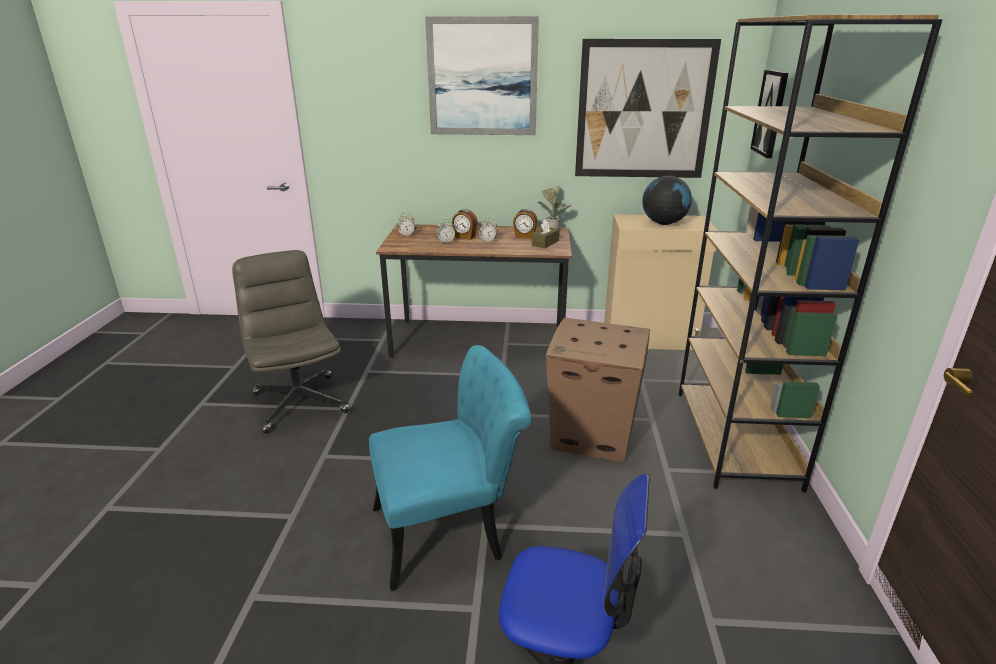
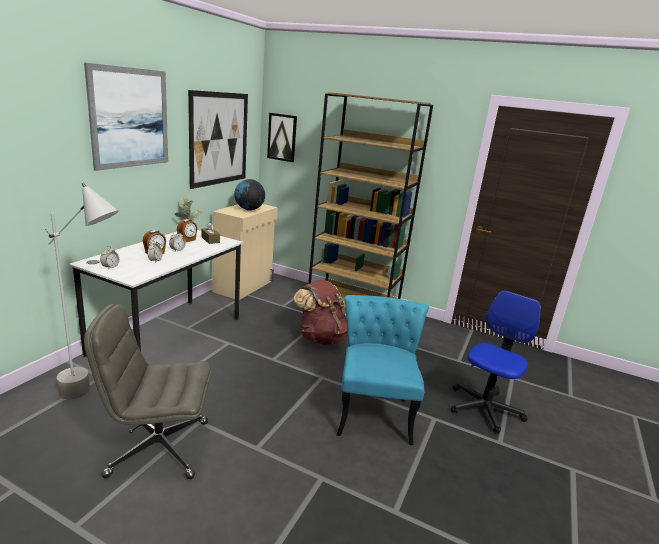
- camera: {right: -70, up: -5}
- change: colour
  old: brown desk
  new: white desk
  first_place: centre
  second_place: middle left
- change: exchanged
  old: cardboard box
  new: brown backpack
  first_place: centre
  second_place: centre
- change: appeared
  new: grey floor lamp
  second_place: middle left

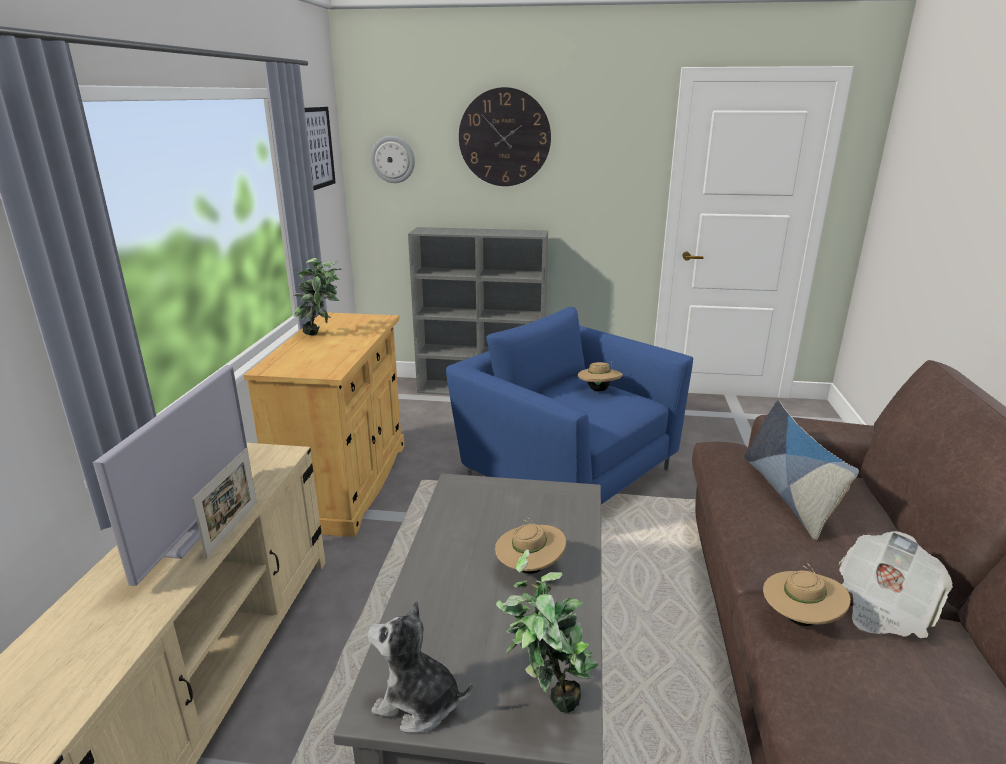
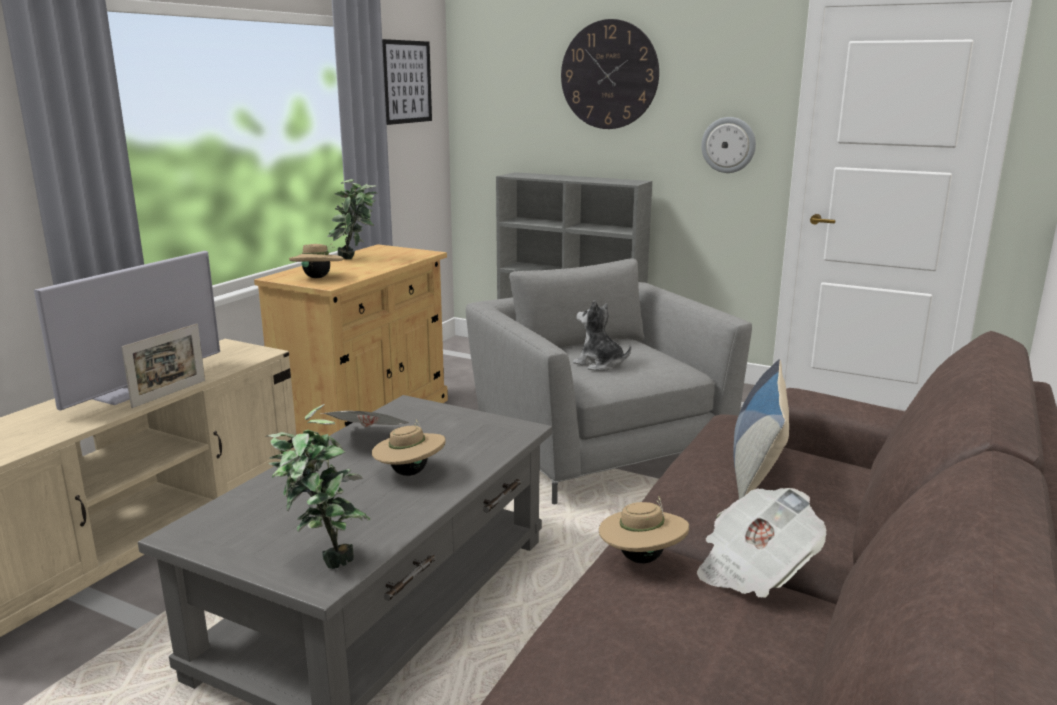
- camera: {right: 20, up: -5}
- change: relocated
  old: plush toy
  first_place: bottom centre
  second_place: centre
- change: relocated
  old: wall clock (no. 1 from left in the first image)
  new: wall clock (no. 2 from left)
  first_place: top centre
  second_place: top right
- change: colour
  old: blue armchair
  new: grey armchair
  first_place: centre
  second_place: centre
- change: relocated
  old: beige hat (no. 2 from left in the first image)
  new: beige hat (no. 1 from left)
  first_place: centre
  second_place: middle left
- change: appeared
  new: newspaper (no. 1 from left)
  second_place: centre

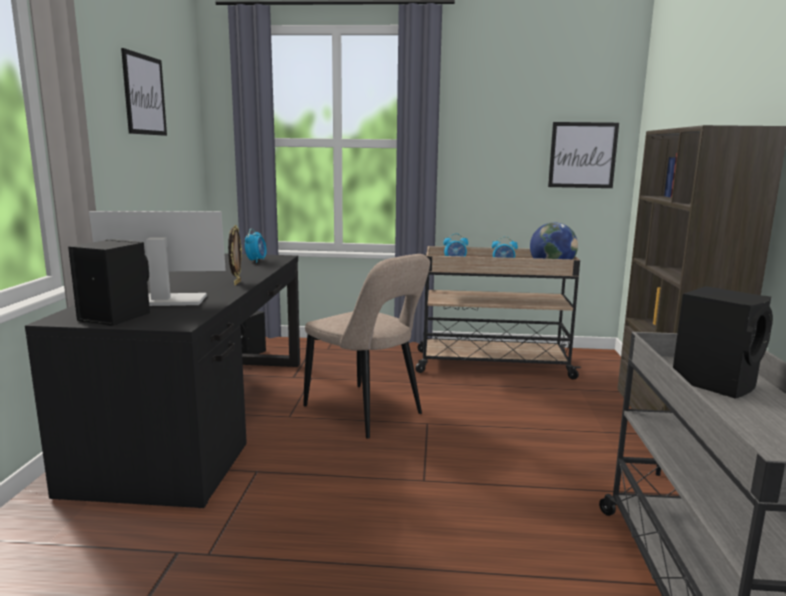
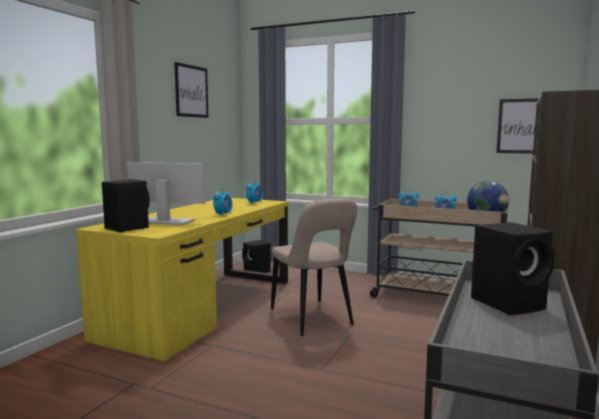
- camera: {right: 20, up: -5}
- change: colour
  old: black desk
  new: yellow desk
  first_place: middle left
  second_place: middle left
- change: exchanged
  old: picture frame
  new: alarm clock (no. 1 from left)
  first_place: middle left
  second_place: centre

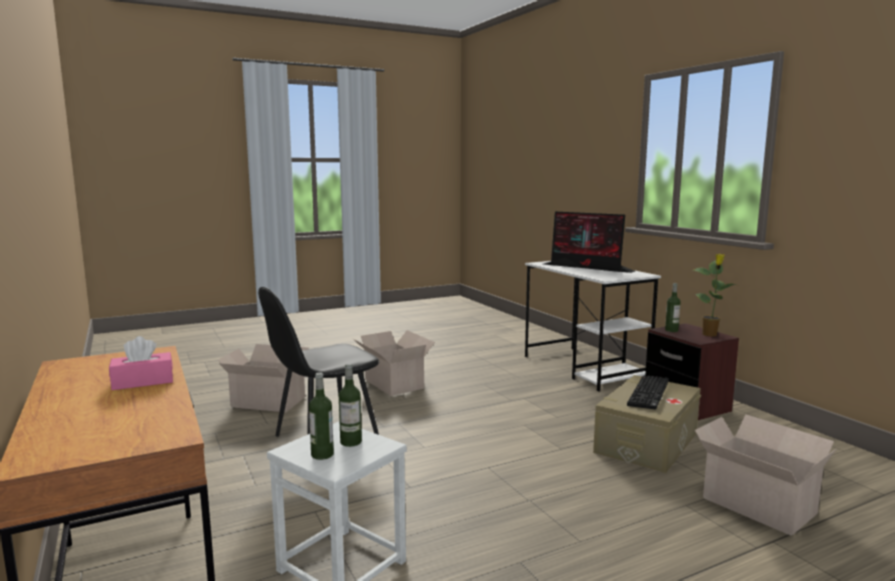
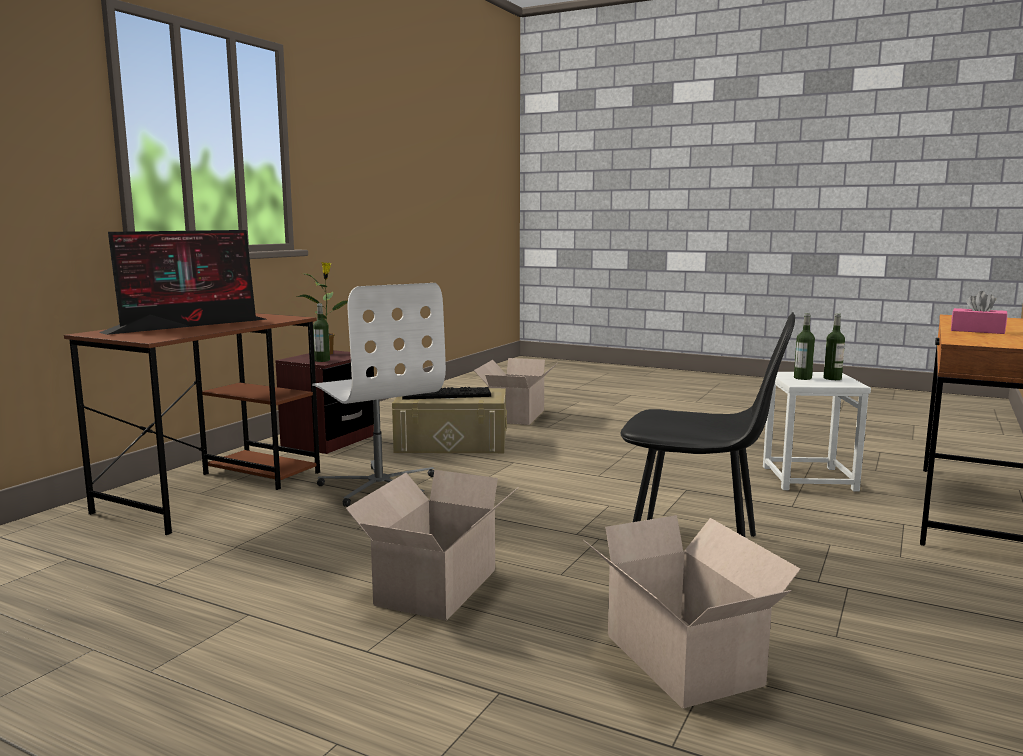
- camera: {right: -125, up: 0}
- change: colour
  old: white desk
  new: brown desk (no. 1 from left)
  first_place: centre
  second_place: middle left
- change: spun
  old: monitor
  first_place: centre
  second_place: middle left
  degrees: 45
- change: appeared
  new: white office chair
  second_place: centre

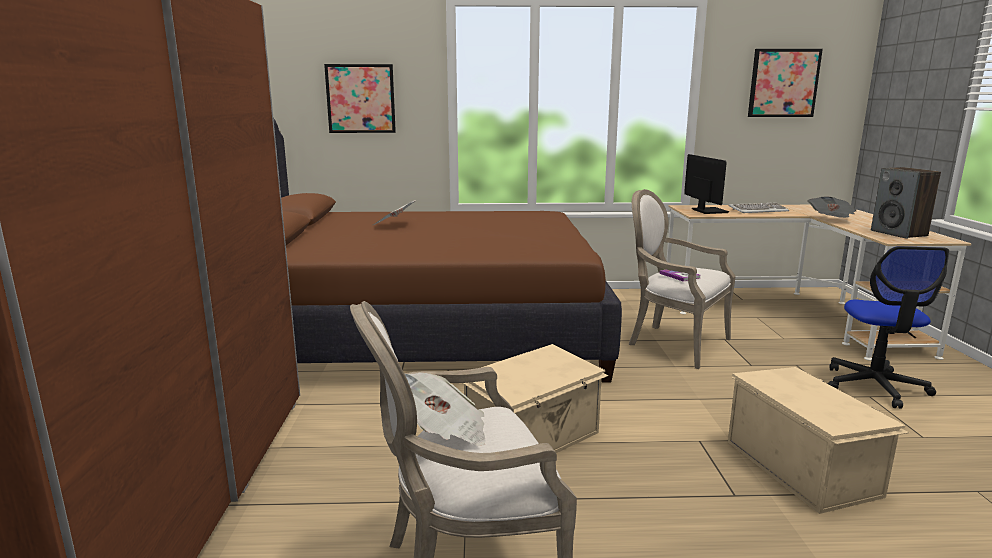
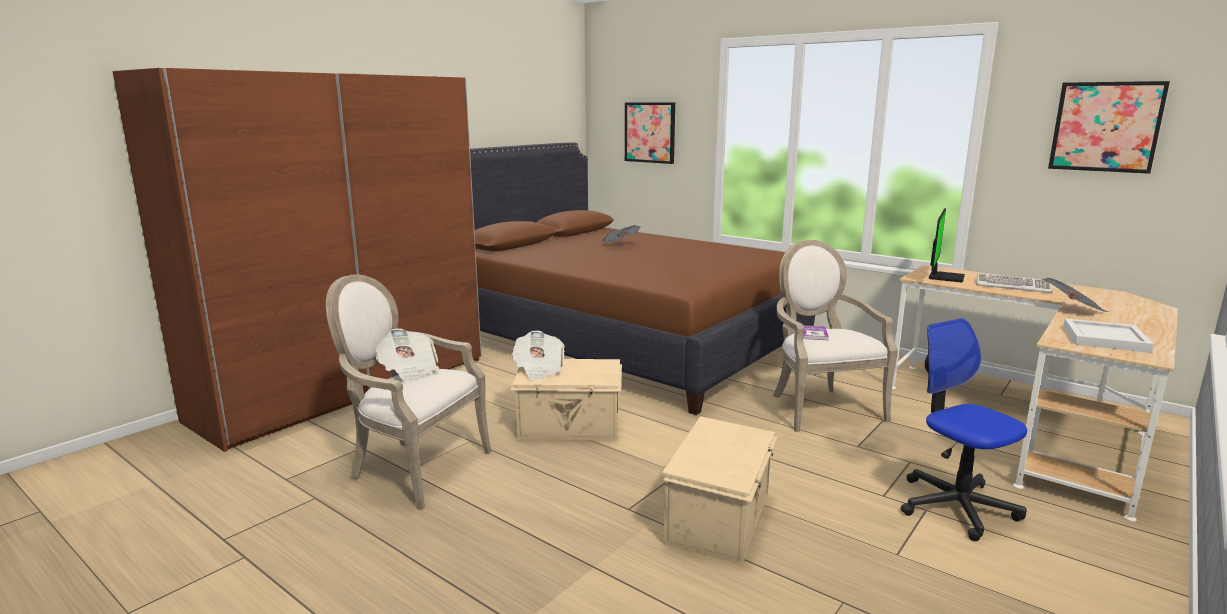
- camera: {right: 40, up: 0}
- change: spun
  old: office chair
  first_place: middle right
  second_place: bottom right
  degrees: 105
- change: exchanged
  old: speaker
  new: white tray
  first_place: middle right
  second_place: middle right
- change: appeared
  new: newspaper (no. 2 from left)
  second_place: centre

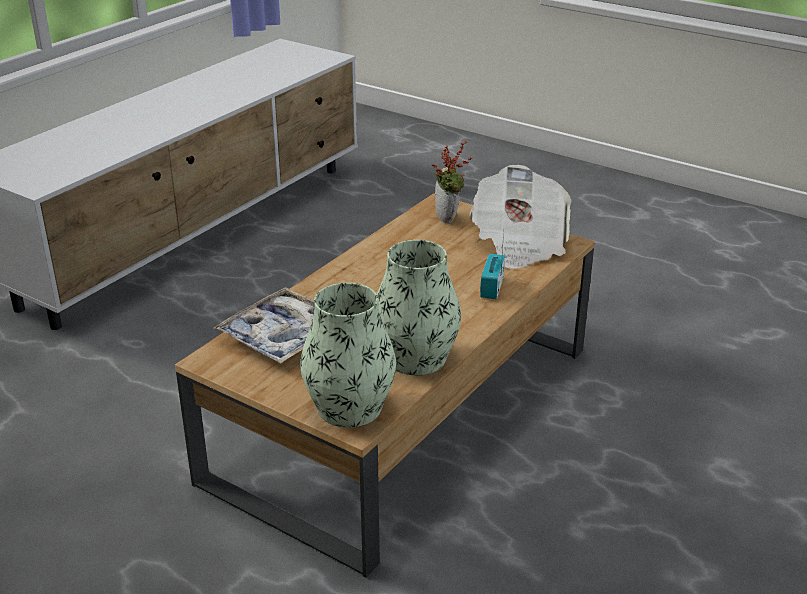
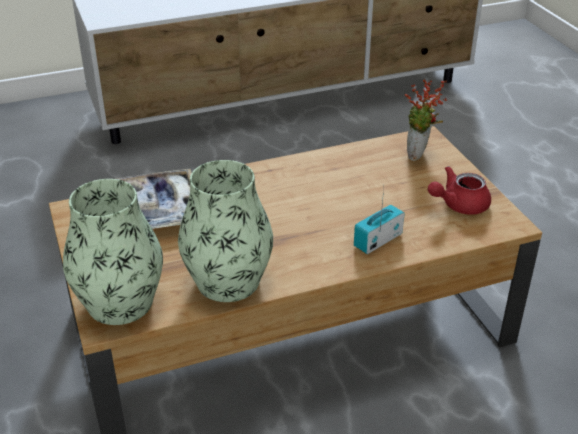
- camera: {right: 35, up: 5}
- change: exchanged
  old: newspaper
  new: red teapot
  first_place: centre
  second_place: middle right

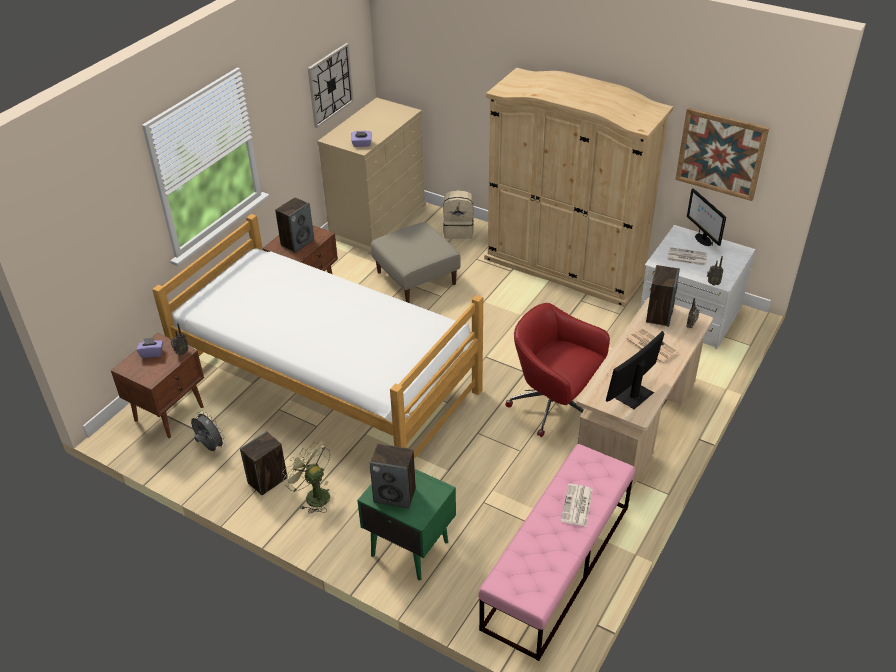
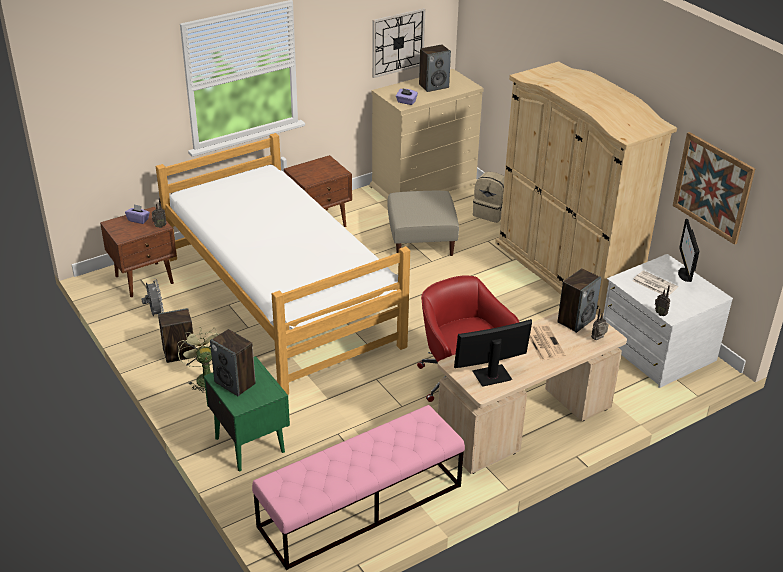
- camera: {right: 25, up: -5}
- change: relocated
  old: speaker (no. 2 from left in the first image)
  new: speaker (no. 3 from left)
  first_place: middle left
  second_place: top centre
- change: missing
  old: newspaper (no. 1 from left)
  first_place: bottom centre

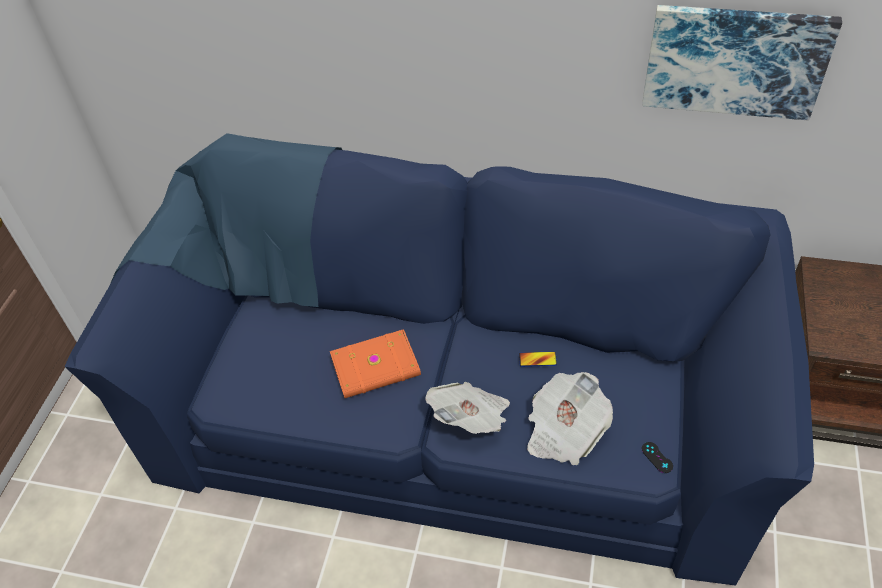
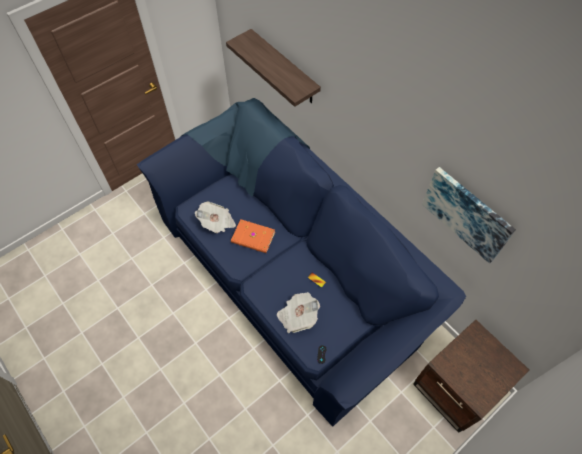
- camera: {right: 35, up: 10}
- change: relocated
  old: newspaper (no. 1 from left)
  first_place: bottom centre
  second_place: centre
- change: appeared
  new: shelf
  second_place: top centre

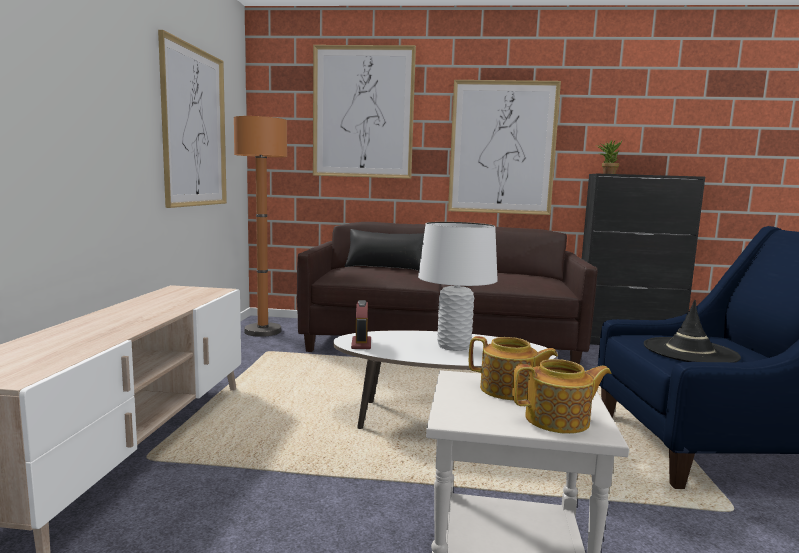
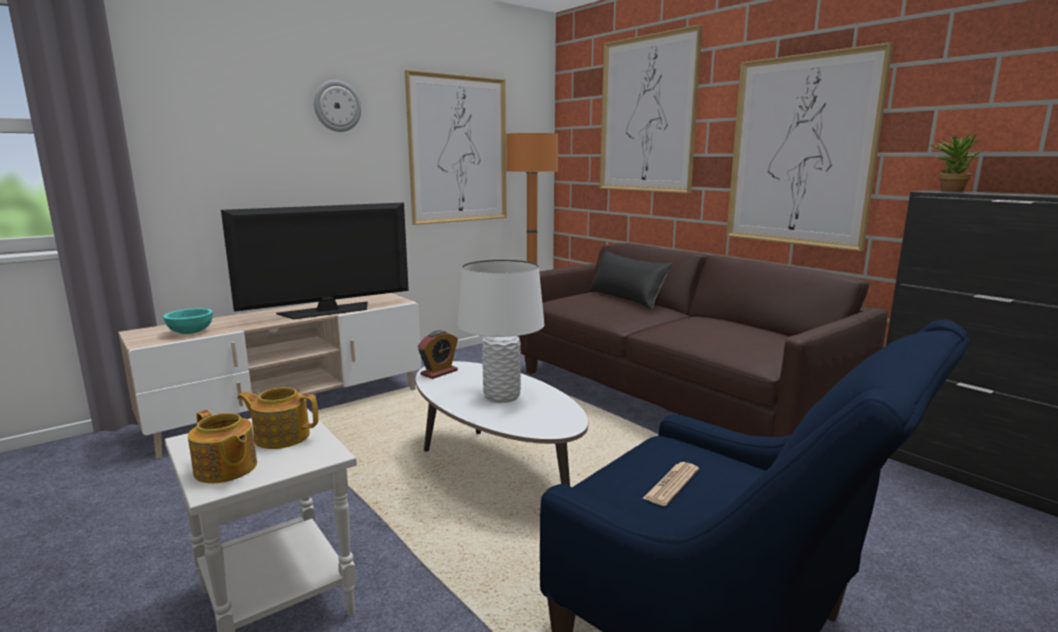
- camera: {right: 45, up: 5}
- change: spun
  old: teapot (no. 1 from left in the first image)
  first_place: centre
  second_place: middle left
  degrees: 120
- change: exchanged
  old: black hat
  new: newspaper
  first_place: middle right
  second_place: bottom centre
- change: appeared
  new: turquoise bowl
  second_place: middle left
- change: appeared
  new: television
  second_place: middle left
- change: appeared
  new: wall clock
  second_place: top left

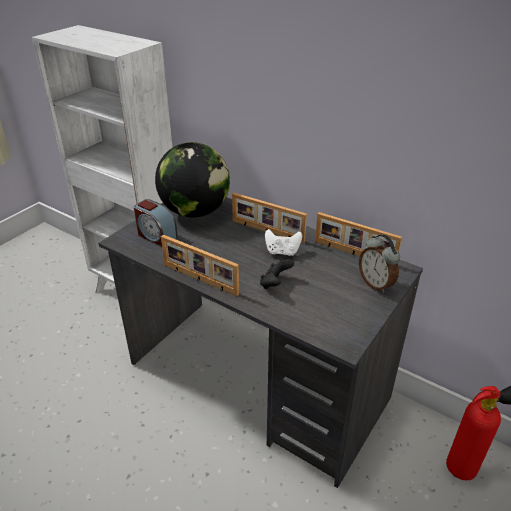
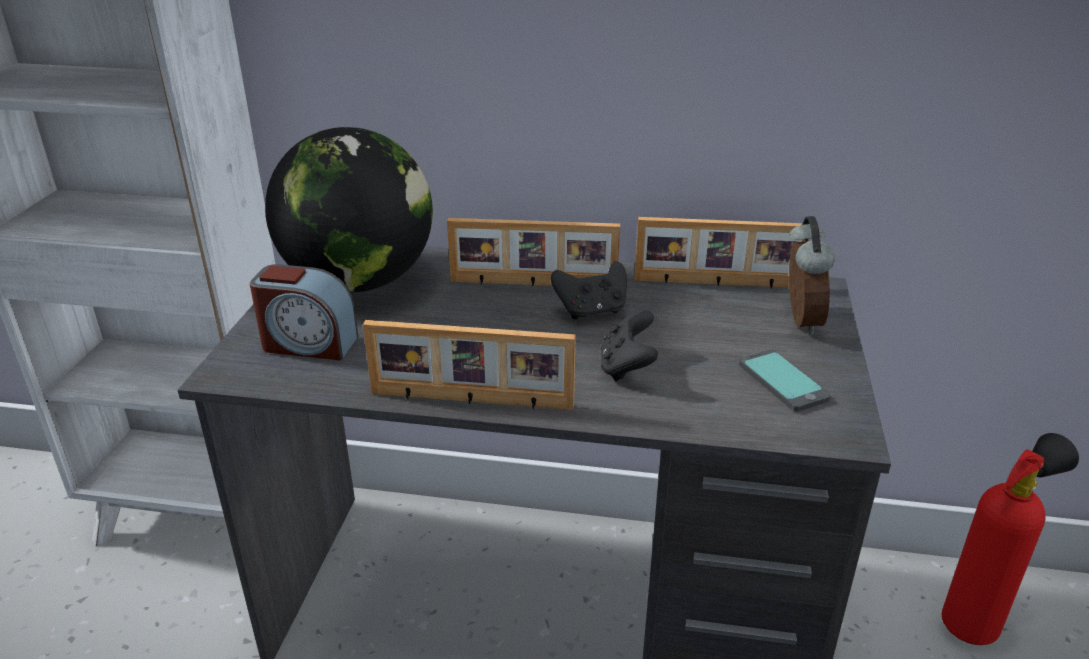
- camera: {right: -25, up: -5}
- change: colour
  old: white game controller
  new: black game controller (no. 1 from left)
  first_place: centre
  second_place: centre
- change: spun
  old: alarm clock (no. 2 from left)
  first_place: middle right
  second_place: middle right
  degrees: -120
- change: appeared
  new: phone
  second_place: middle right

